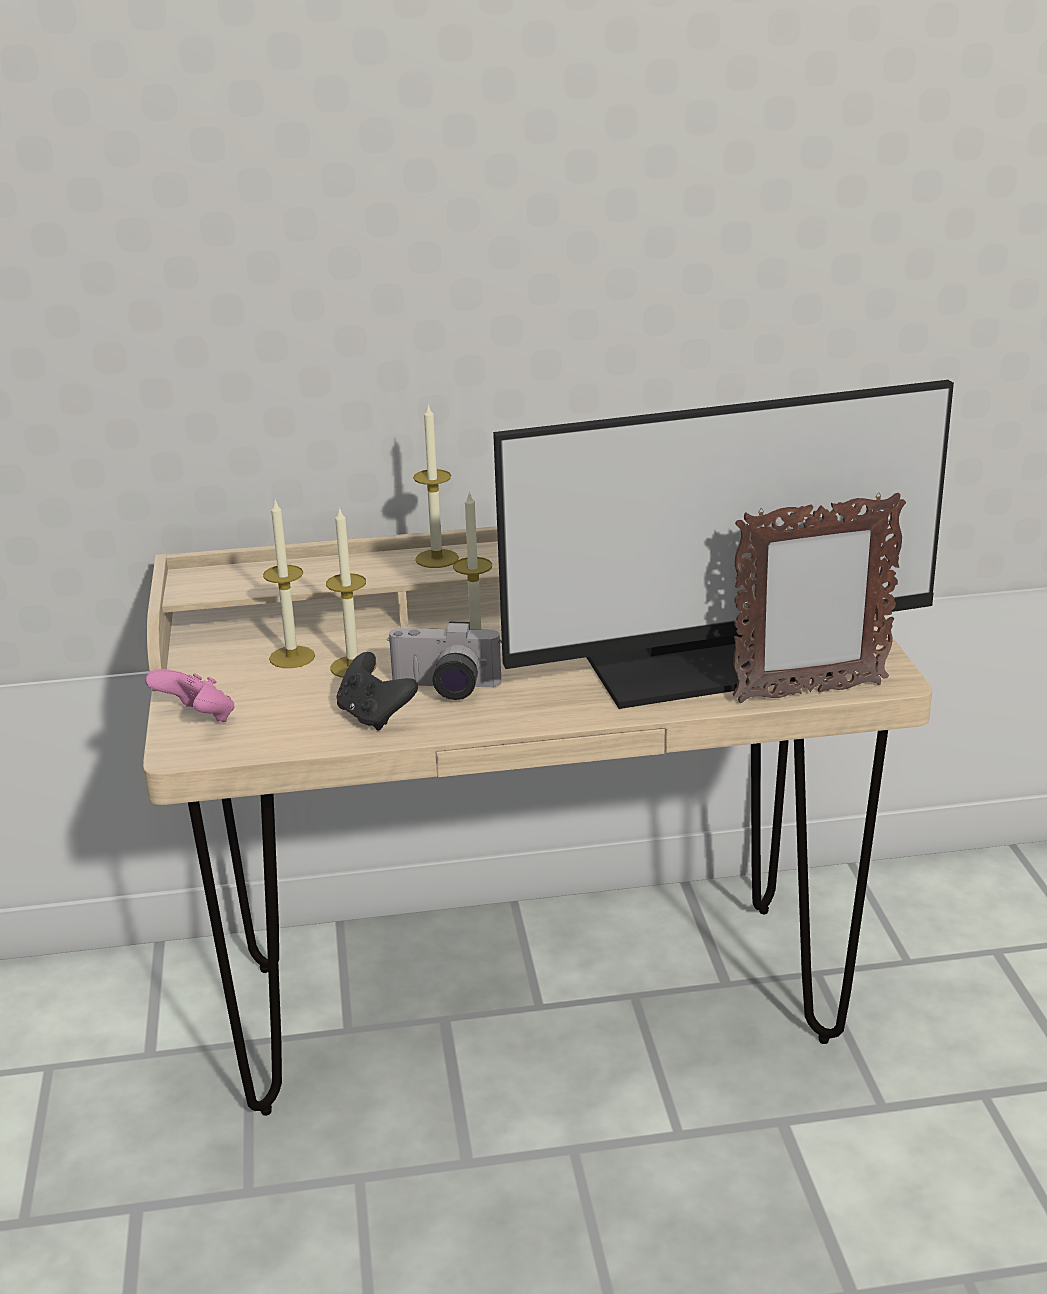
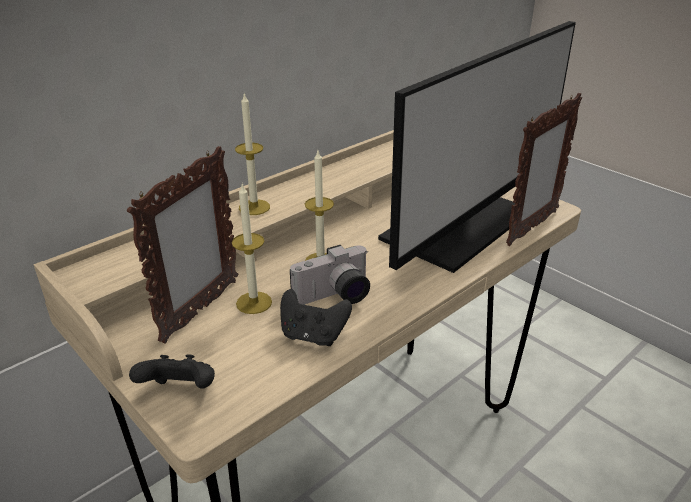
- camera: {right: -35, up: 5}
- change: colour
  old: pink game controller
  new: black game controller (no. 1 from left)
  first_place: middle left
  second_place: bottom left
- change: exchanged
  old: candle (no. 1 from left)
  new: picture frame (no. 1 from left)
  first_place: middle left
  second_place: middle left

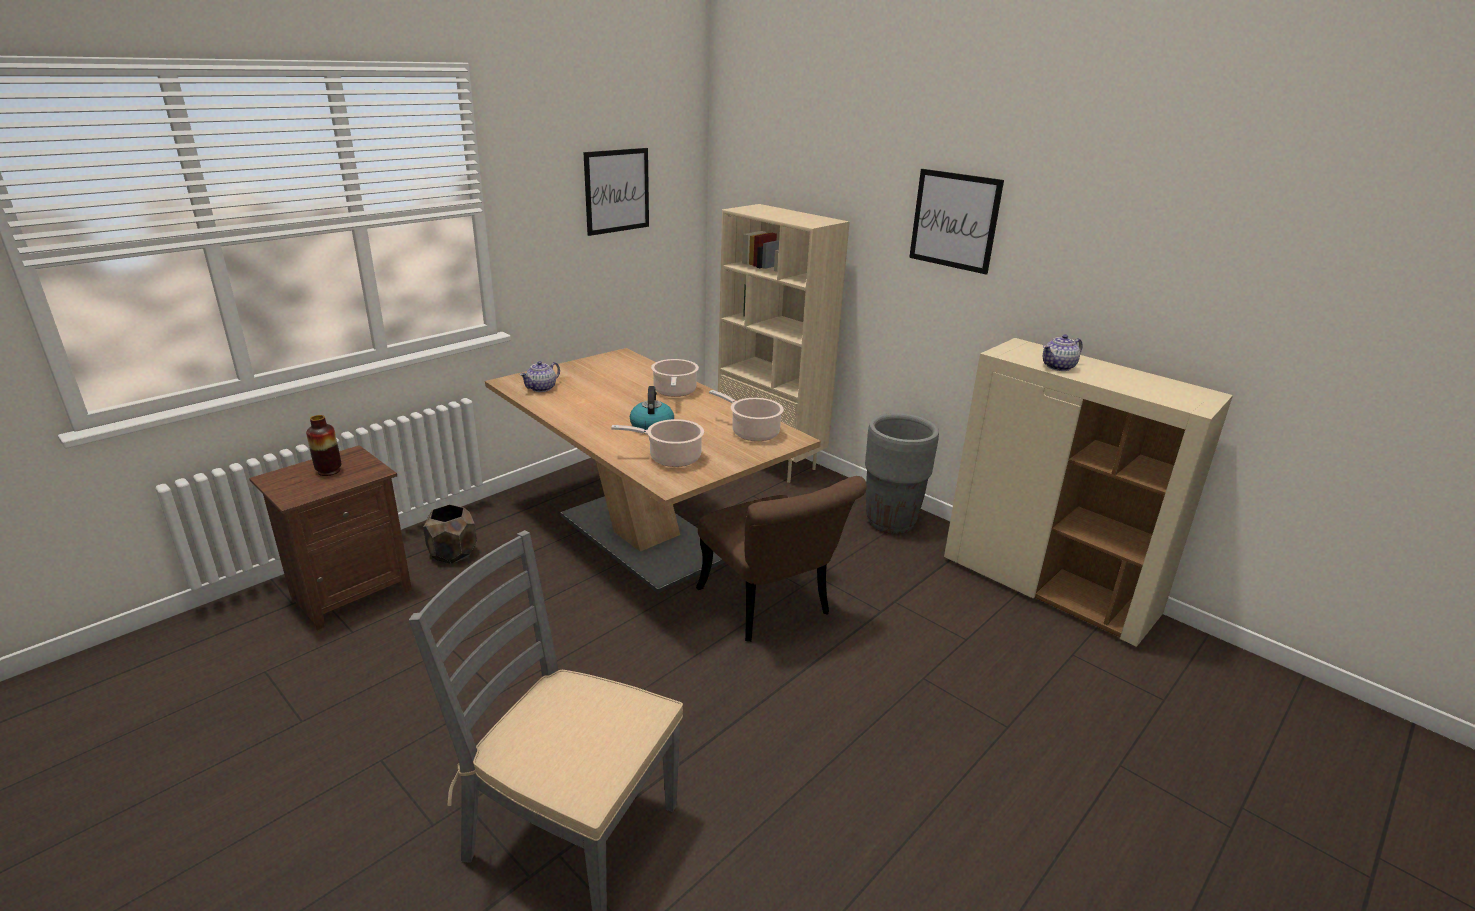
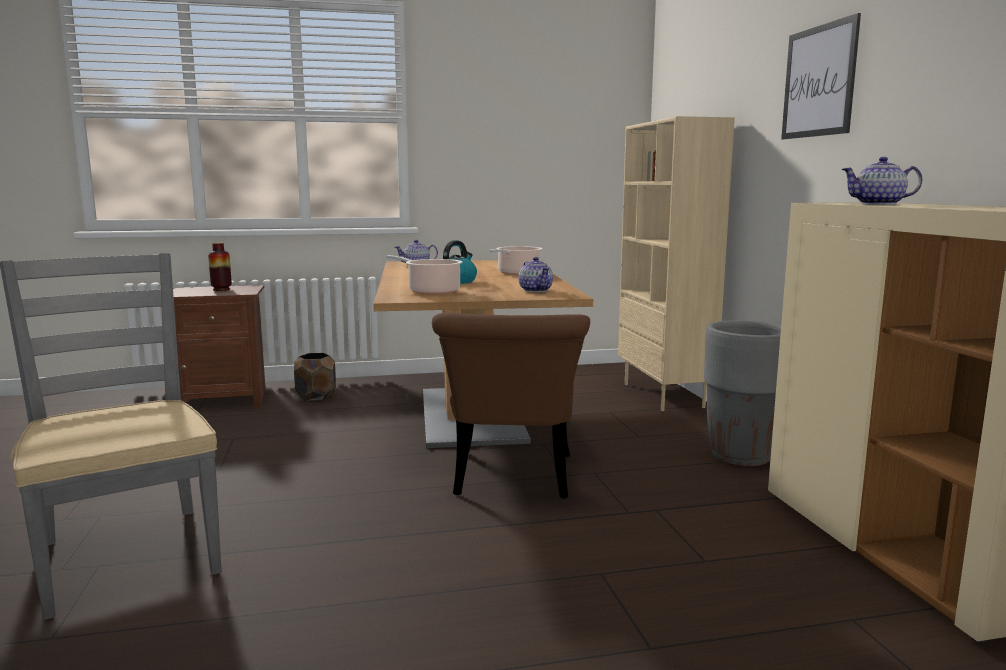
- camera: {right: 35, up: -15}
- change: missing
  old: picture (no. 1 from left)
  first_place: top centre
- change: exchanged
  old: cooking pot (no. 3 from left)
  new: teapot (no. 2 from left)
  first_place: centre
  second_place: centre

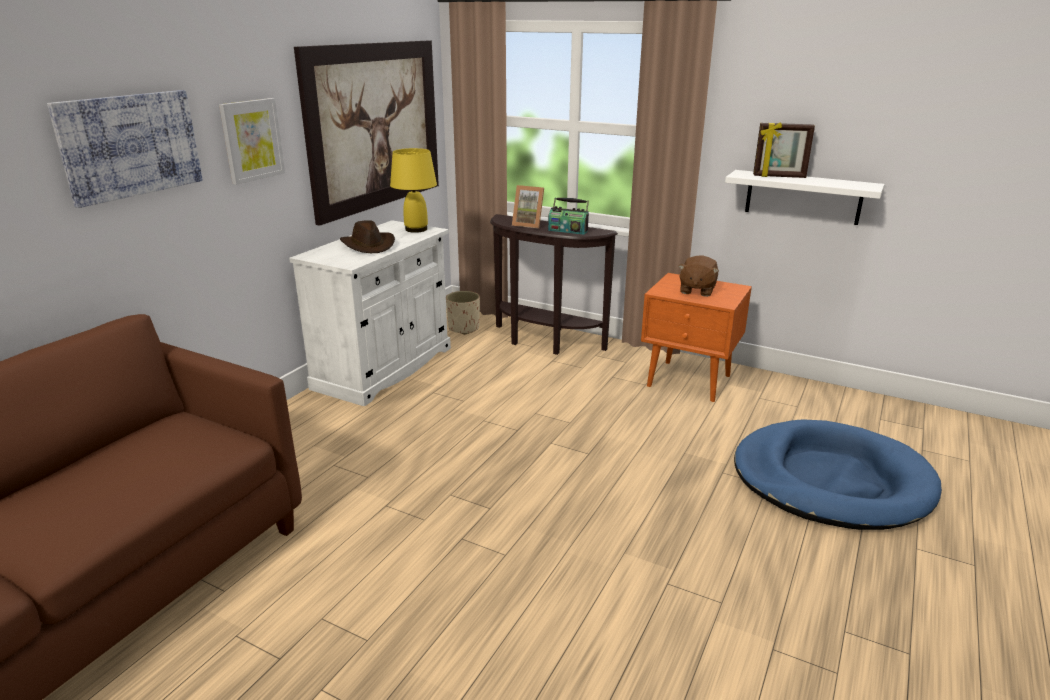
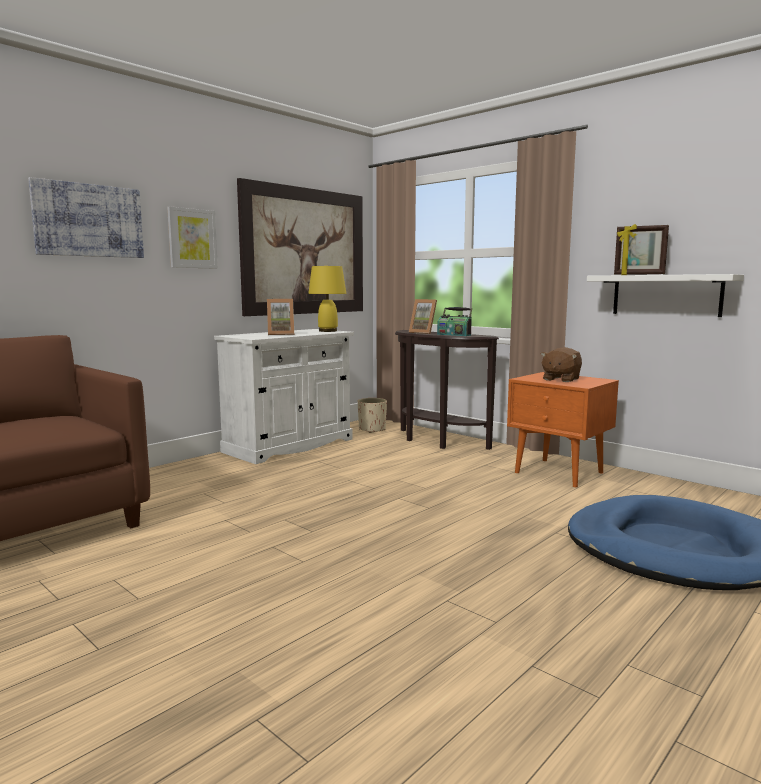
- camera: {right: 15, up: -15}
- change: exchanged
  old: brown hat
  new: picture frame (no. 1 from left)
  first_place: centre
  second_place: centre

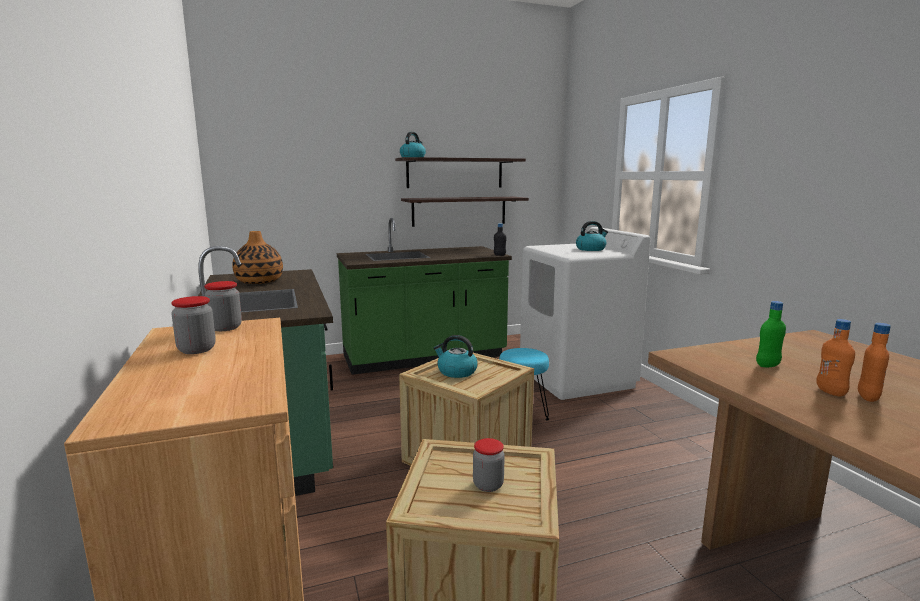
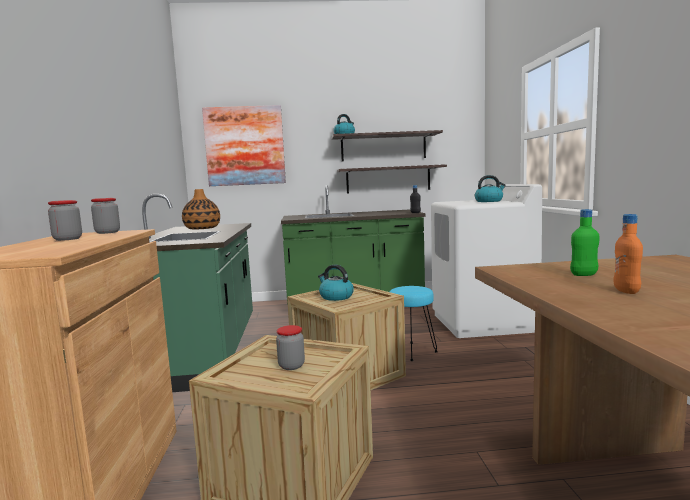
- camera: {right: 15, up: -5}
- change: missing
  old: orange bottle (no. 2 from left)
  first_place: middle right
- change: appeared
  new: picture
  second_place: top centre

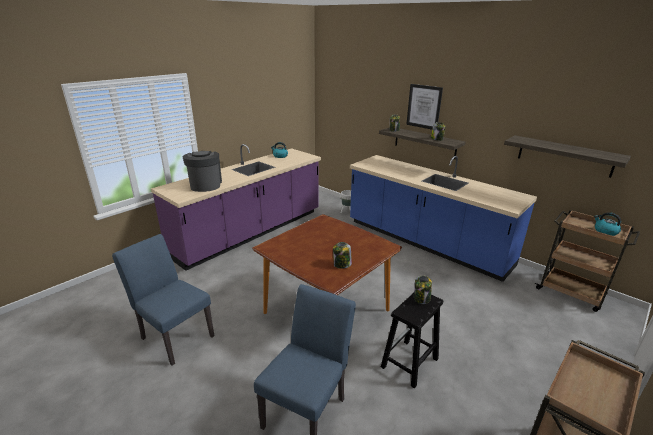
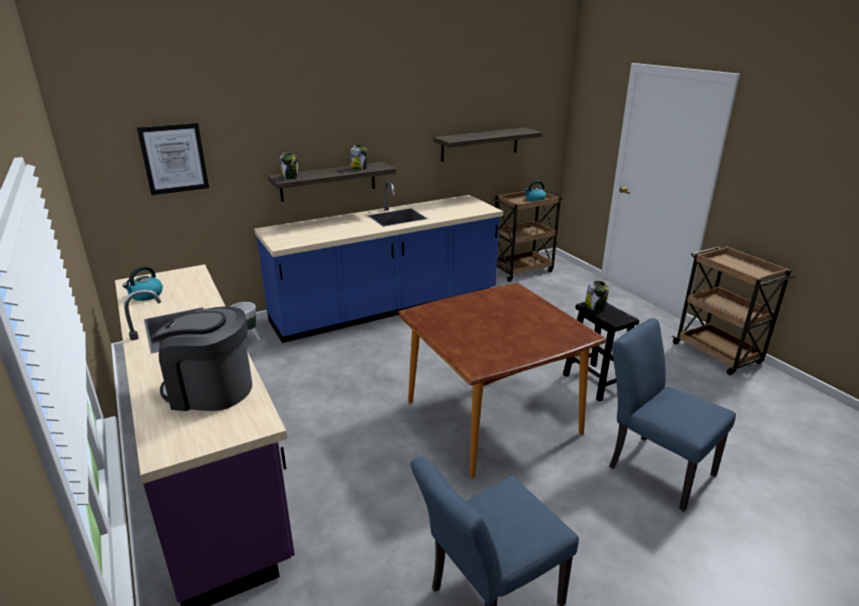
- camera: {right: -70, up: 0}
- change: missing
  old: jar (no. 1 from left)
  first_place: centre
- change: relocated
  old: picture
  first_place: top centre
  second_place: top left

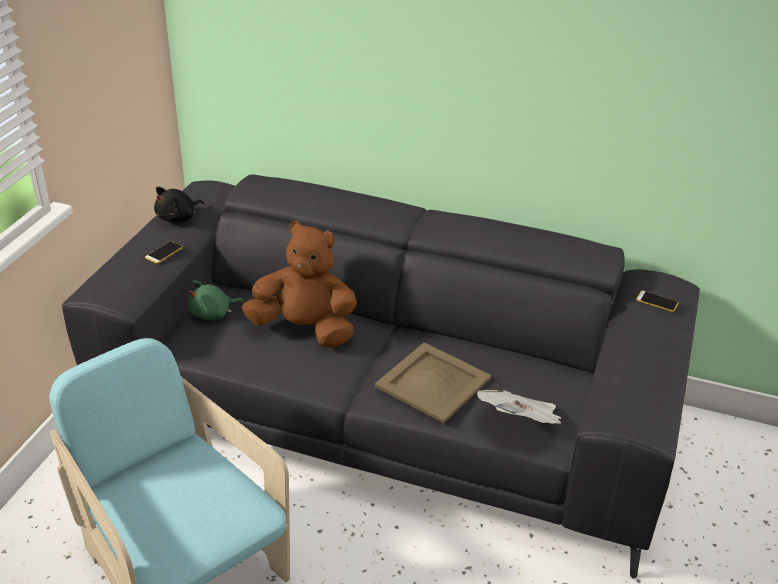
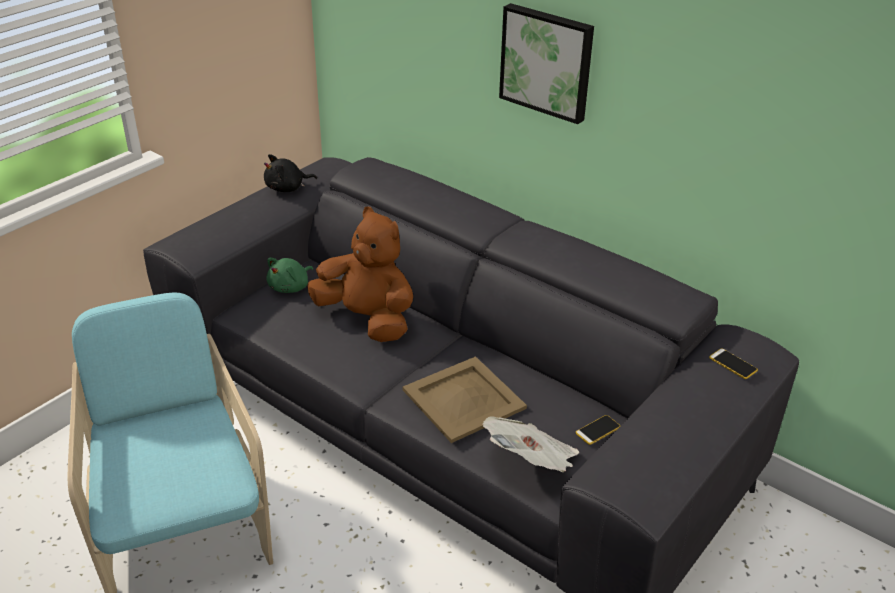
- camera: {right: 20, up: 0}
- change: relocated
  old: phone (no. 1 from left)
  first_place: middle left
  second_place: bottom right
- change: spun
  old: green plush toy
  first_place: middle left
  second_place: middle left
  degrees: -45
- change: appeared
  new: picture
  second_place: top centre

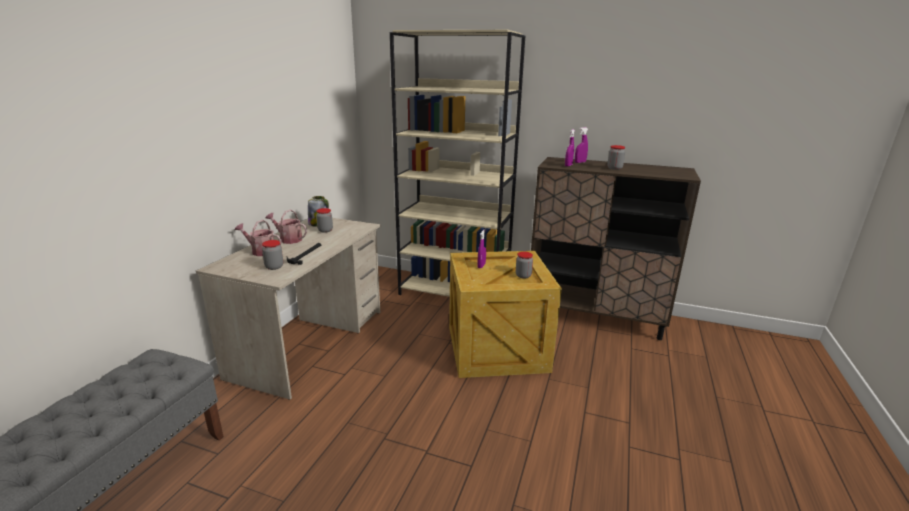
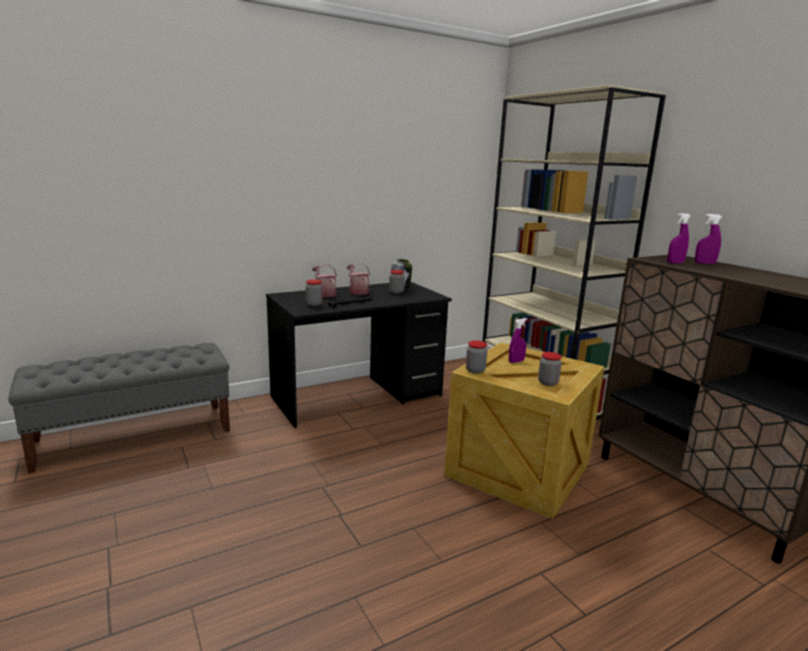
- camera: {right: 40, up: -5}
- change: colour
  old: beige desk
  new: black desk
  first_place: middle left
  second_place: centre
- change: relocated
  old: jar (no. 5 from left in the first image)
  new: jar (no. 4 from left)
  first_place: top right
  second_place: centre

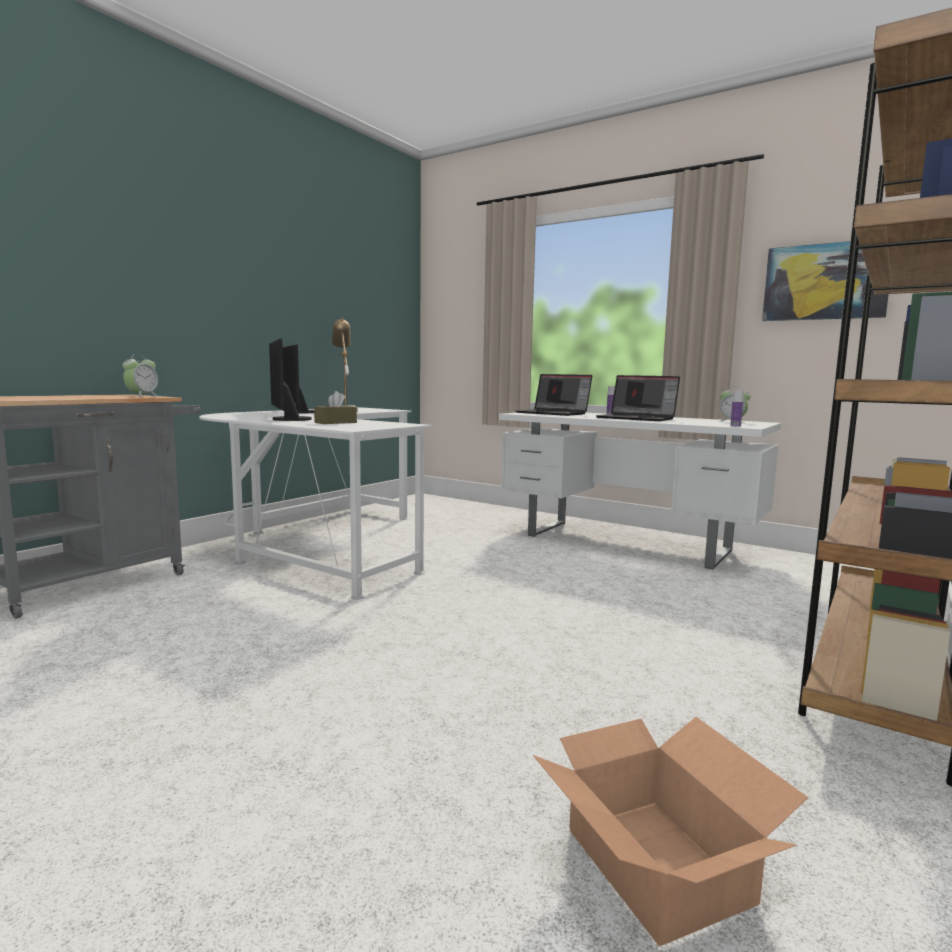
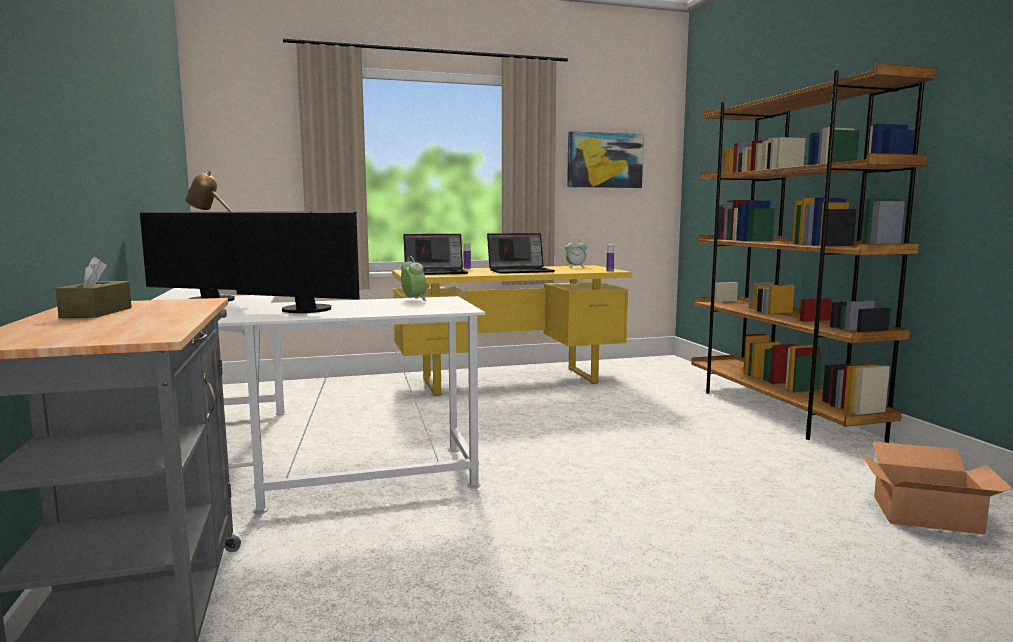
- camera: {right: -50, up: 0}
- change: relocated
  old: alarm clock (no. 1 from left)
  first_place: middle left
  second_place: centre
- change: relocated
  old: brown tissue box
  first_place: centre
  second_place: middle left
- change: colour
  old: white desk (no. 2 from left)
  new: yellow desk
  first_place: middle right
  second_place: centre

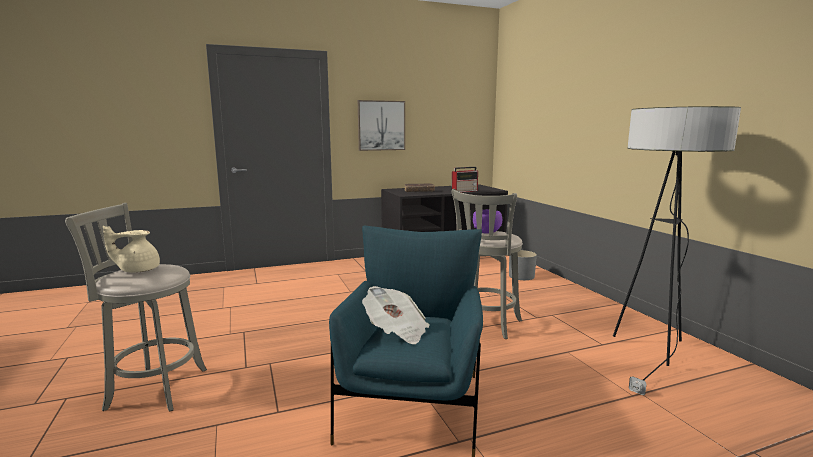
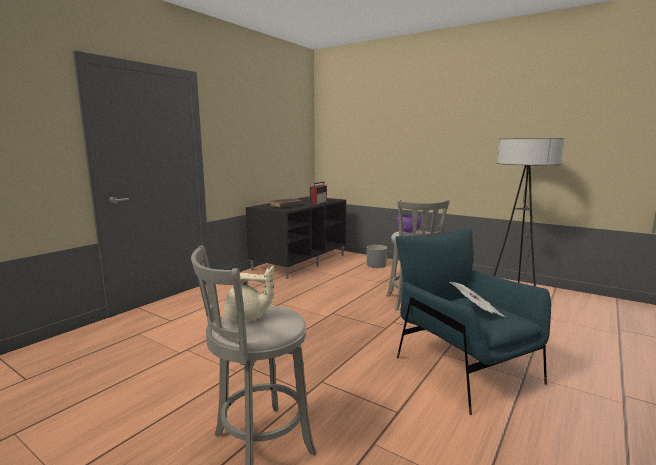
- camera: {right: -35, up: 0}
- change: spun
  old: beige teapot
  first_place: middle left
  second_place: centre
  degrees: -120
- change: missing
  old: picture
  first_place: top centre

